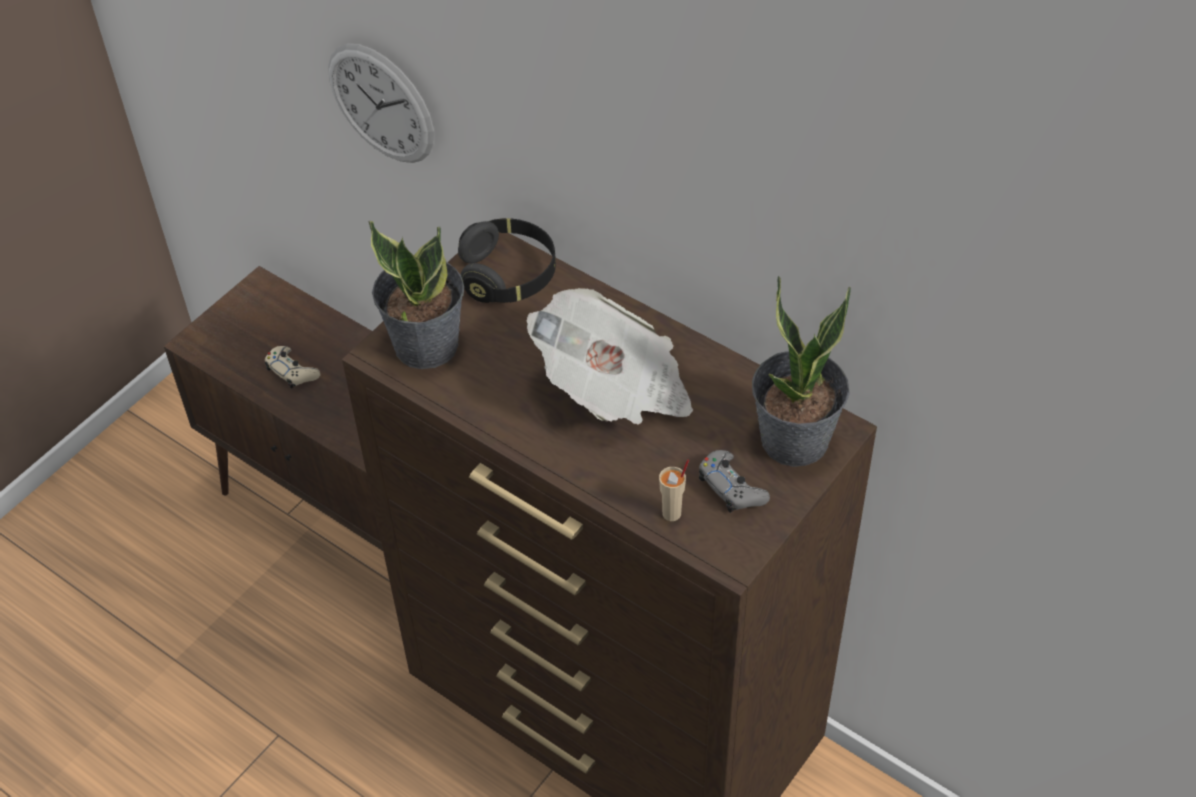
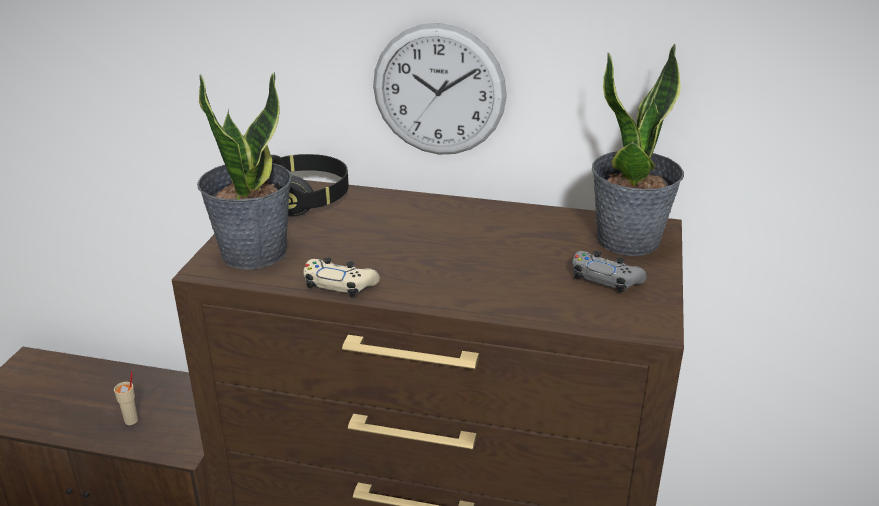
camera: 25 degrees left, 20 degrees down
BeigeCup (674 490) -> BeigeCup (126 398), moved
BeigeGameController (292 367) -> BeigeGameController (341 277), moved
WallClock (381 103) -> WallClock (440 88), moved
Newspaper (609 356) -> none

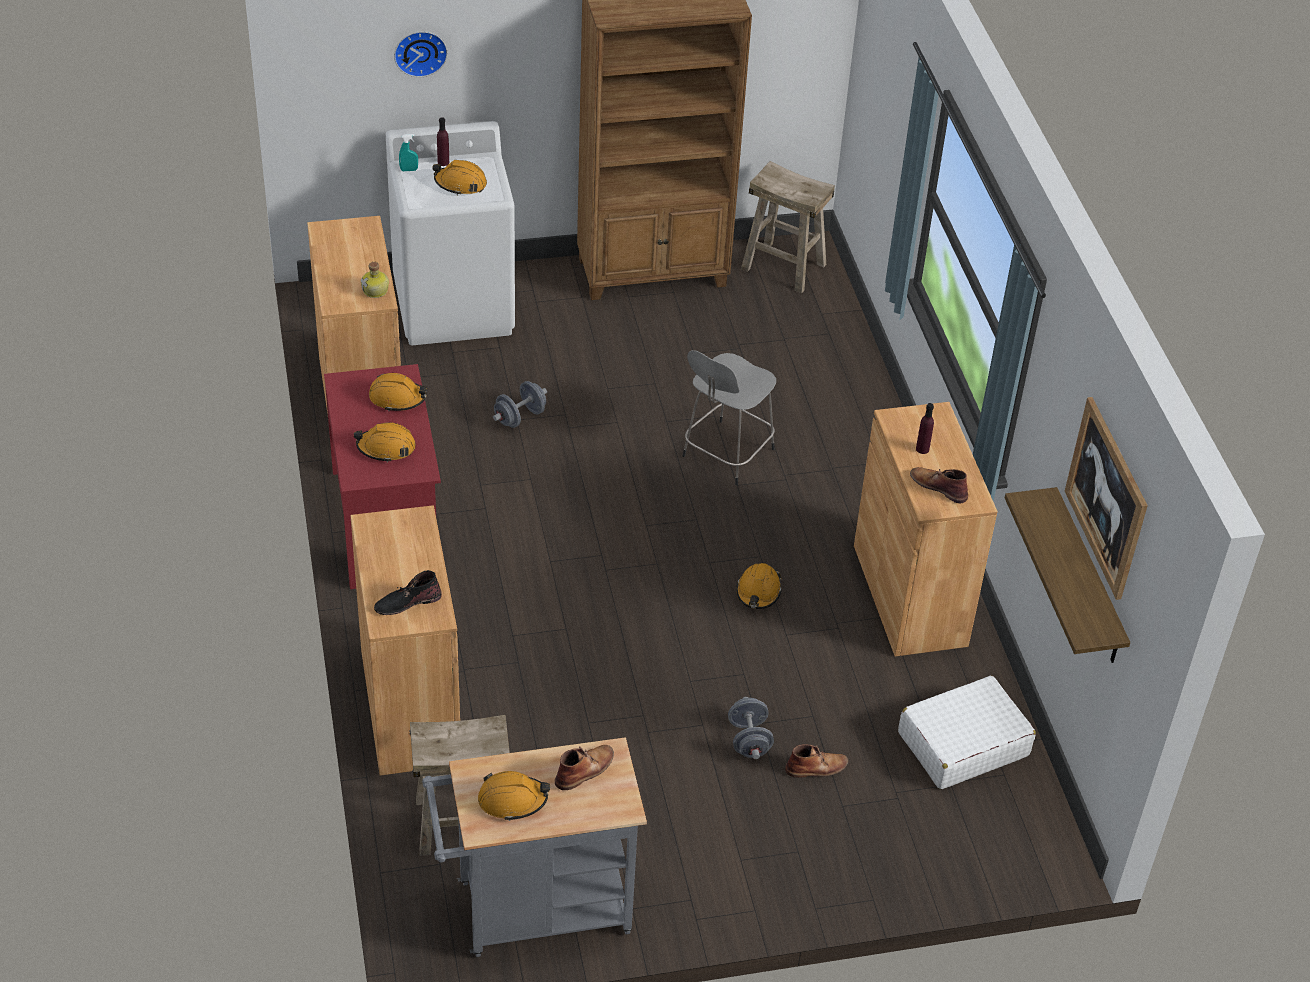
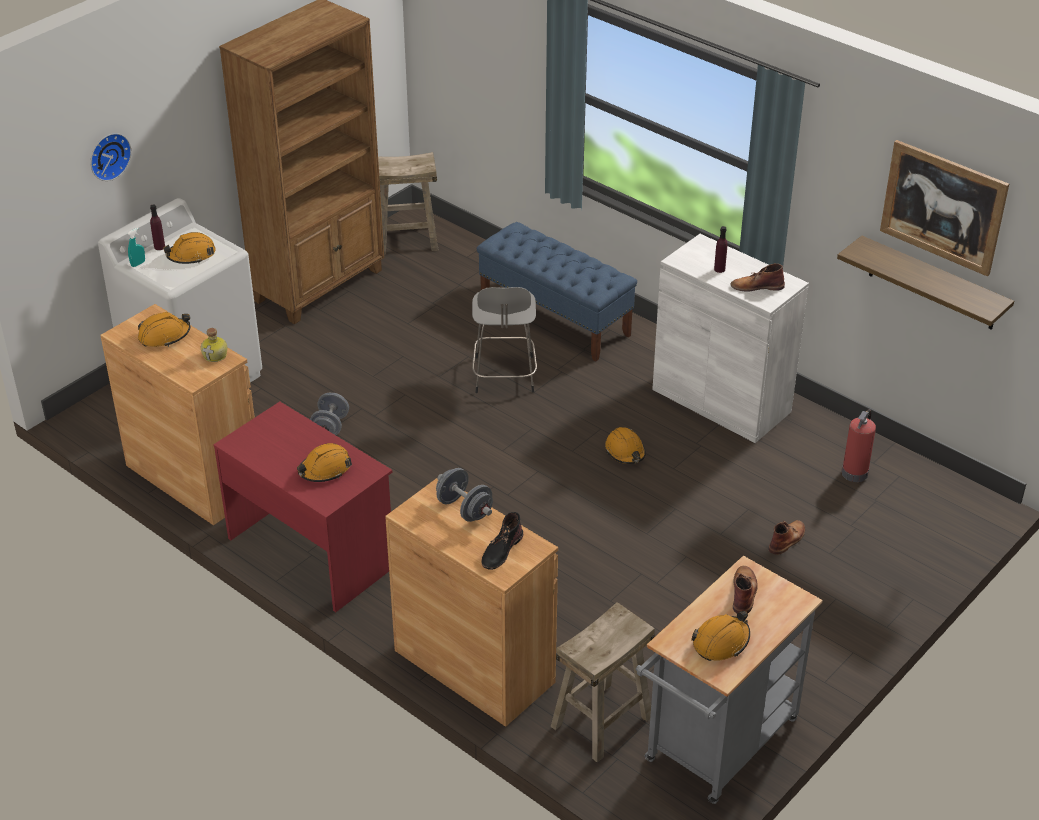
camera: 35 degrees left, 5 degrees down
OrangeHardHat (398 392) -> OrangeHardHat (164 329), moved
GreyDumbbell (751 728) -> GreyDumbbell (464 495), moved
none -> BlueBench (557 291)
BrownCabinet (926 529) -> WhiteCabinet (730 338)
WhiteSuitcase (967 732) -> FireExtinguisher (859 445)

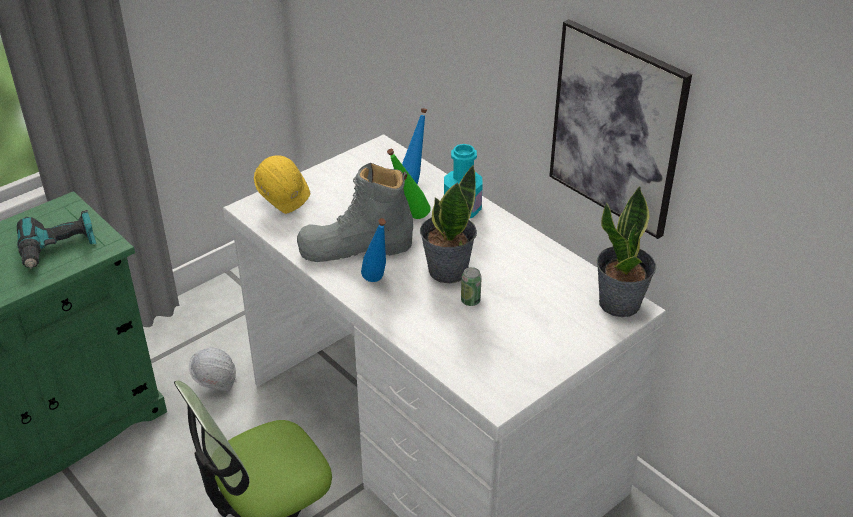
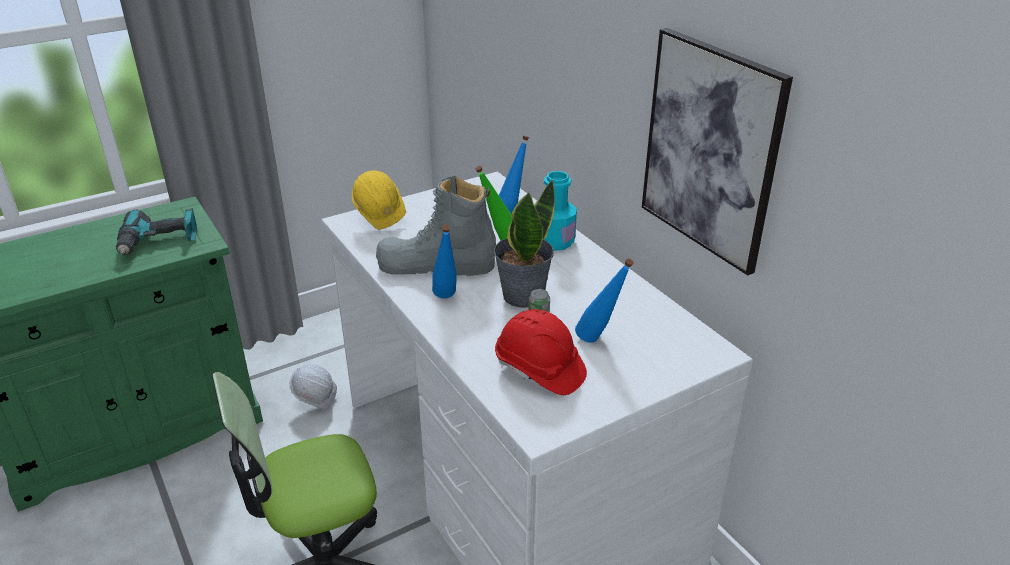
camera: 10 degrees right, 5 degrees down
none -> RedHardHat (541 352)
none -> BlueBottle (604 301)
PottedPlant (626 251) -> none

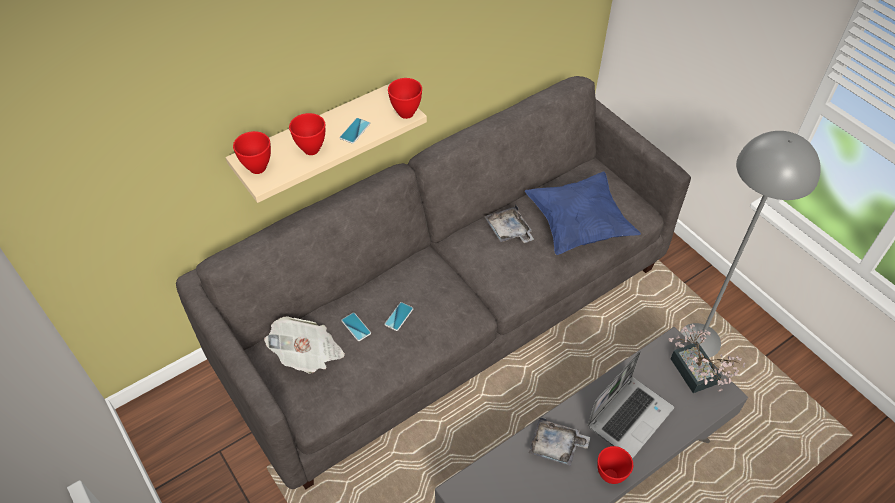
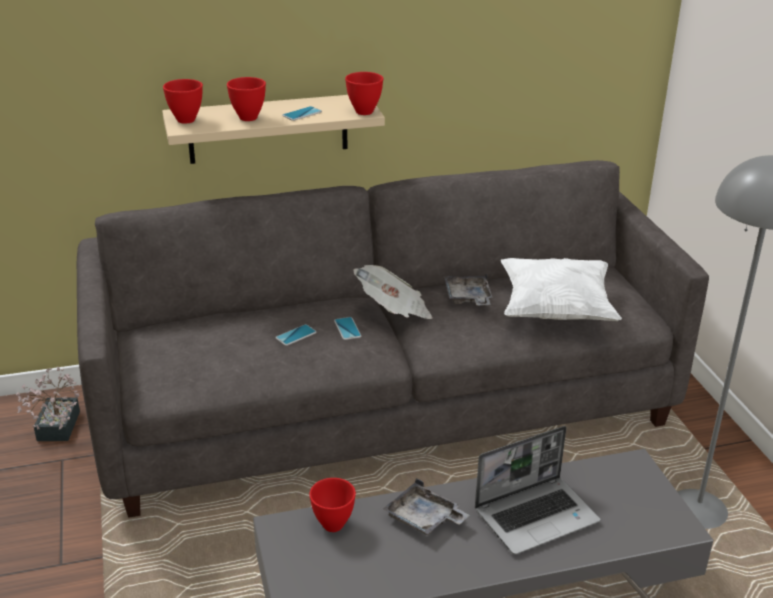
camera: 20 degrees right, 20 degrees down
PottedPlant (707 358) -> PottedPlant (48 404), moved
RedBowl (615 465) -> RedBowl (332 505), moved
Phone (356 327) -> Phone (347 328), moved
Newspaper (304 345) -> Newspaper (393 292), moved
BluePillow (583 213) -> WhitePillow (561 289)

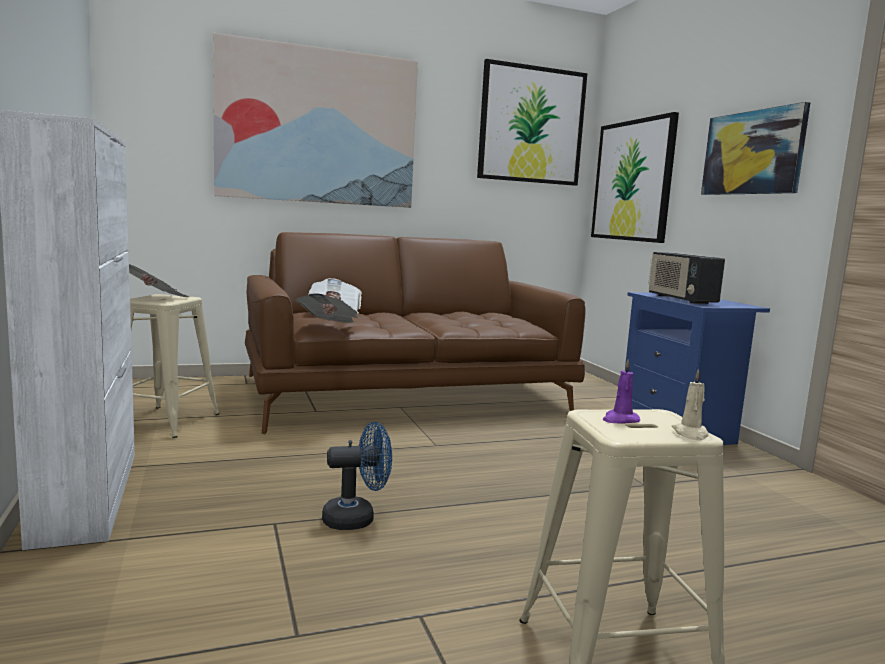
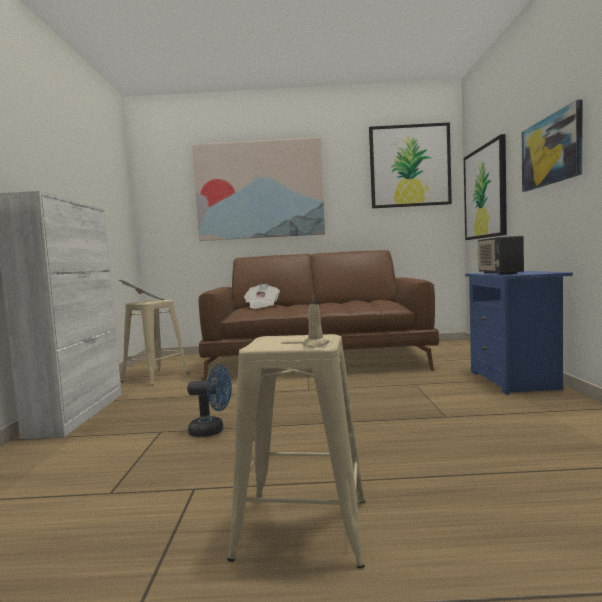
camera: 20 degrees right, 5 degrees down
Newspaper (326 308) -> none
PurpleCandle (621 391) -> none

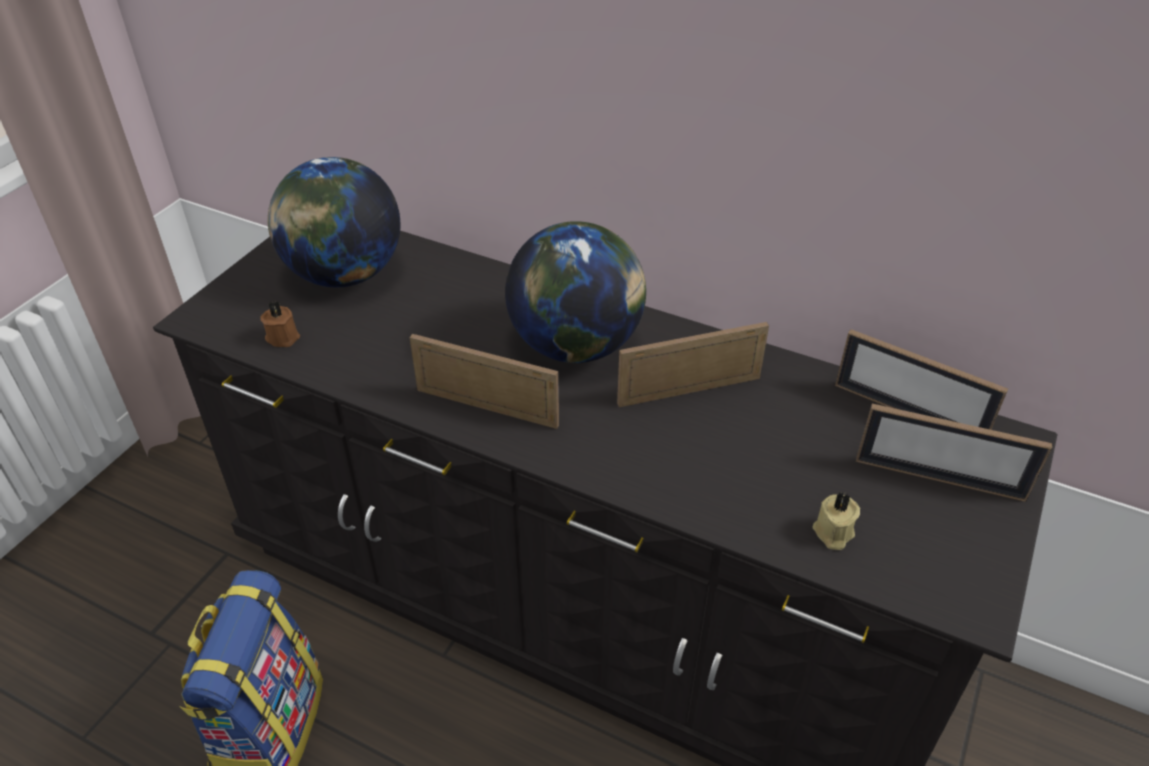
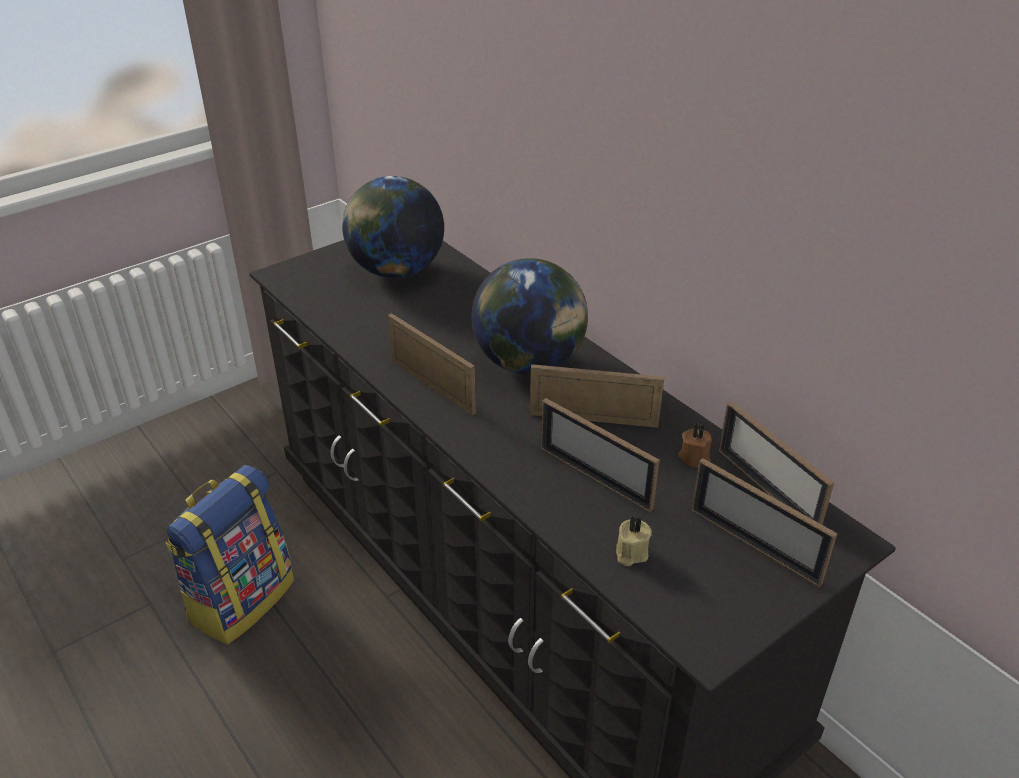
camera: 25 degrees right, 5 degrees down
none -> PictureFrame (600 455)
BrownCandle (280 324) -> BrownCandle (695 446), moved

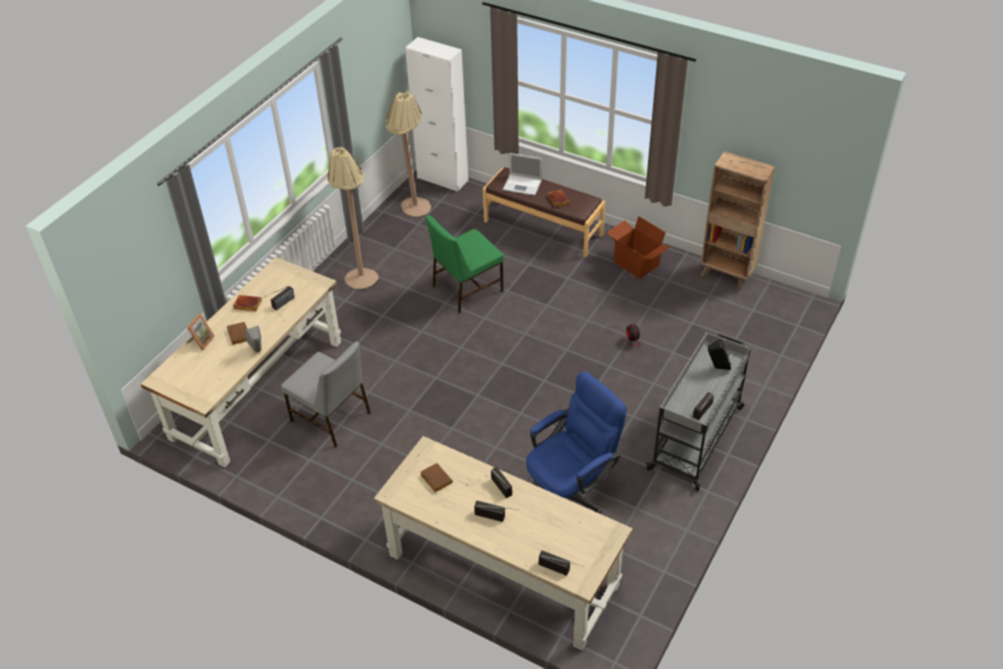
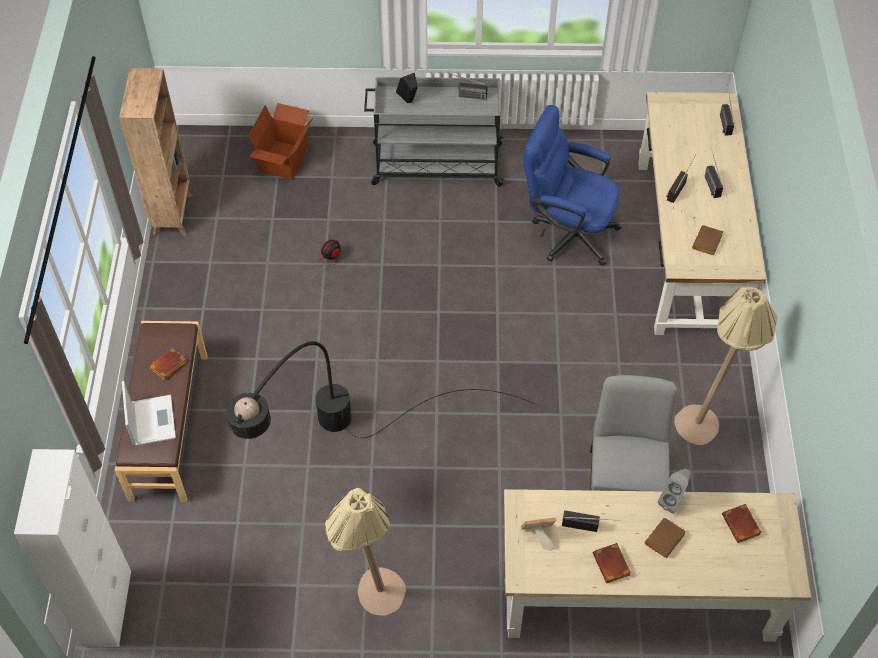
camera: 120 degrees left, 10 degrees up
GreenChair (465 264) -> BlackFloorLamp (381 390)
CardboardBox (639 247) -> CardboardBox (280 141), moved
PictureFrame (200 331) -> PictureFrame (538 534), moved
BeigeFloorLamp (408 153) -> BeigeFloorLamp (726 366), moved
none -> BrownBook (742 523)

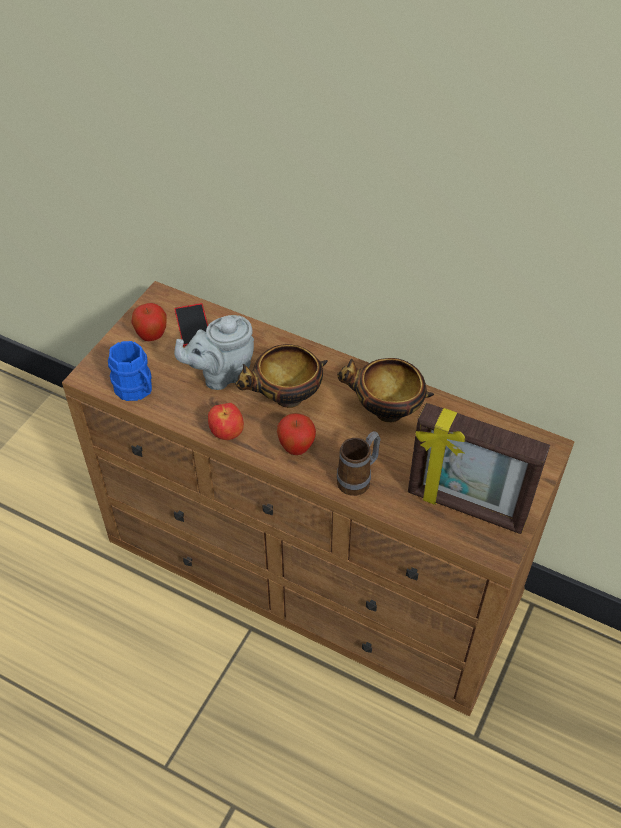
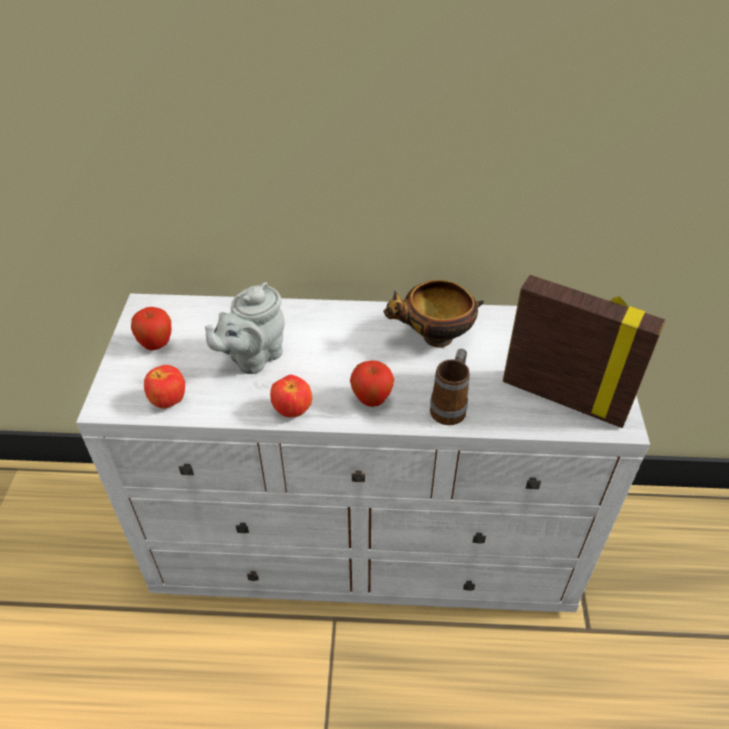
camera: 25 degrees left, 5 degrees down
BrownDresser (318 499) -> WhiteDresser (363 453)
BlueMug (130 371) -> Apple (164 386)
PictureFrame (479 468) -> PictureFrame (584 351), 150 degrees counterclockwise
Phone (191 324) -> none
Bowl (281 376) -> none

